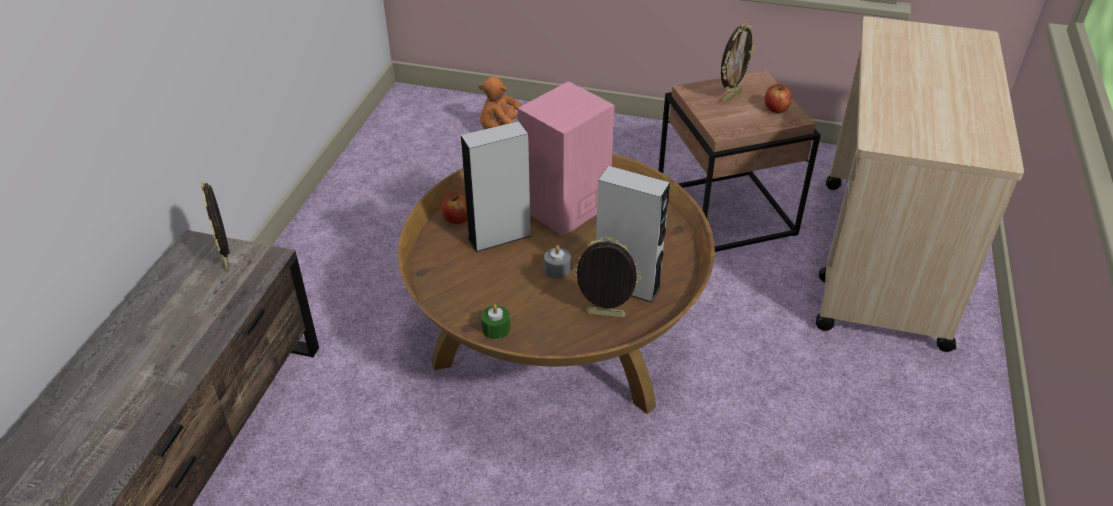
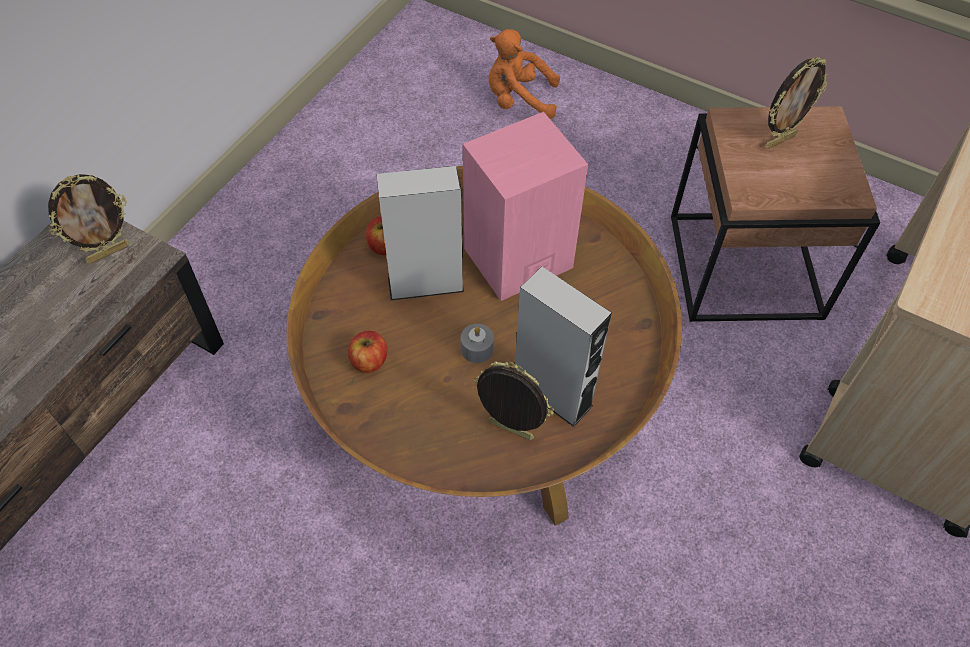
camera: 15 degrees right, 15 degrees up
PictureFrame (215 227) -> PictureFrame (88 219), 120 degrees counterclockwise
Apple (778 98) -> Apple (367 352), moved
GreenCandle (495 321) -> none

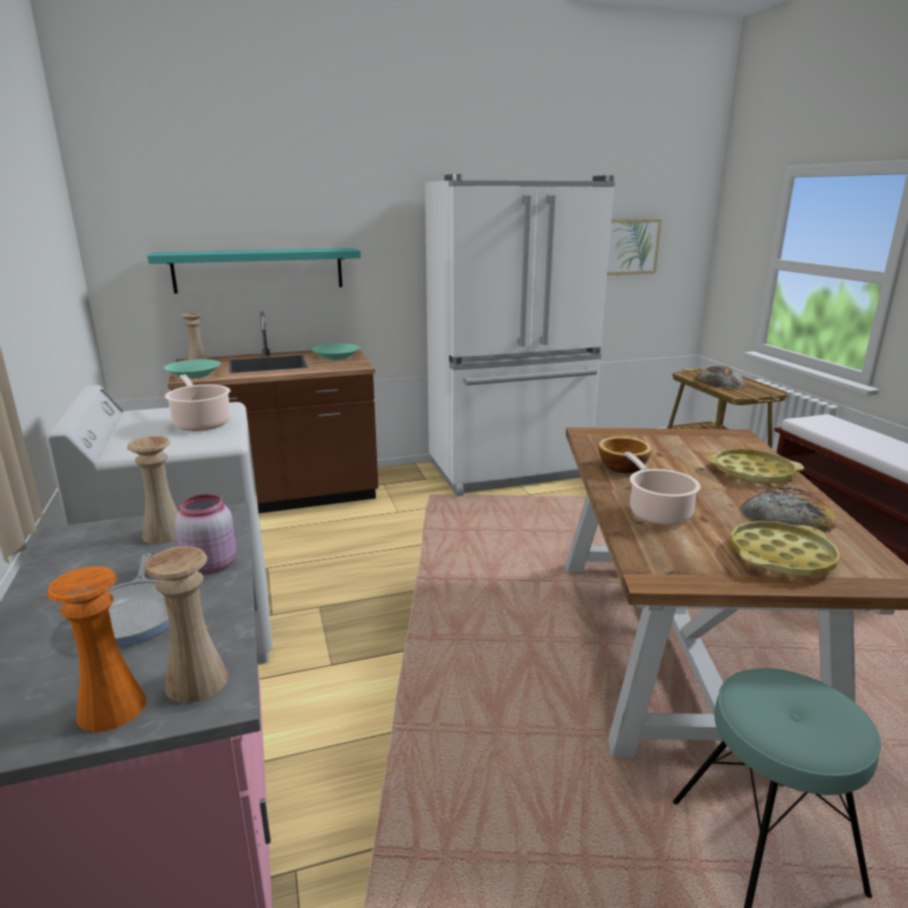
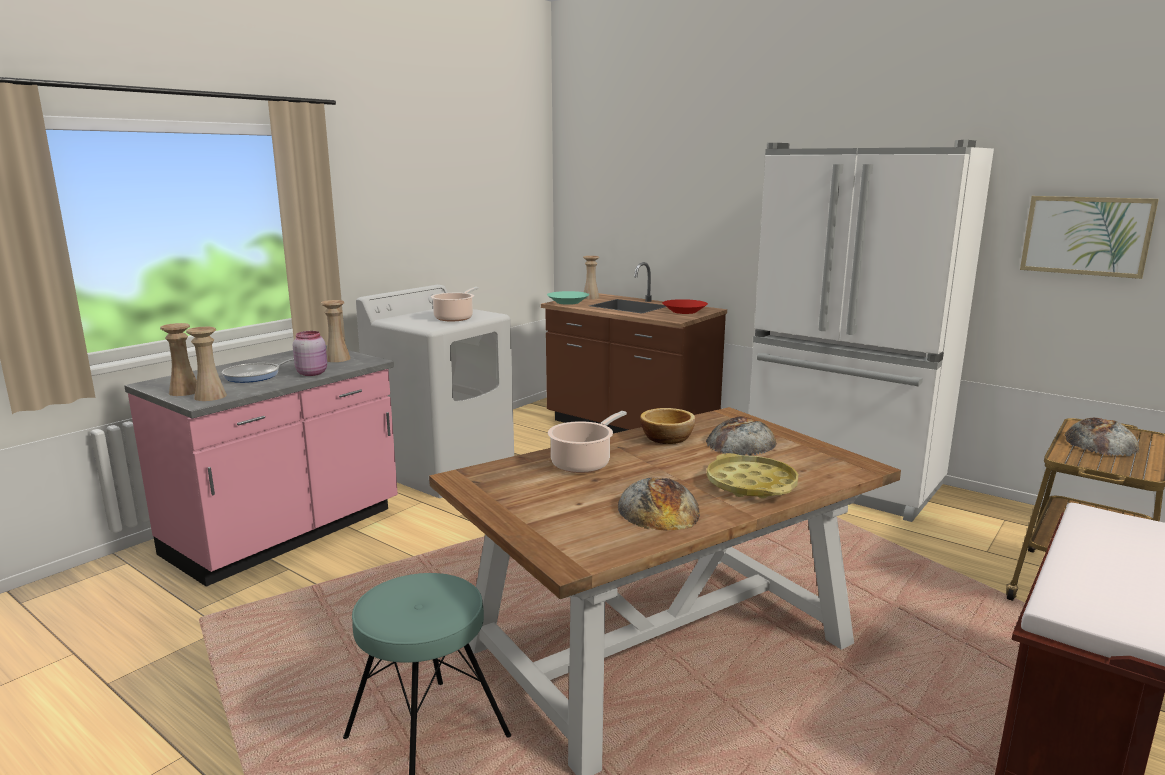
camera: 55 degrees right, 5 degrees down
OrangeVase (96 649) -> BeigeVase (178 359)
TurquoiseBowl (335 351) -> RedBowl (685 306)
none -> Bread (741 436)
TurquoiseShelf (254 271) -> none
YellowTray (785 549) -> none

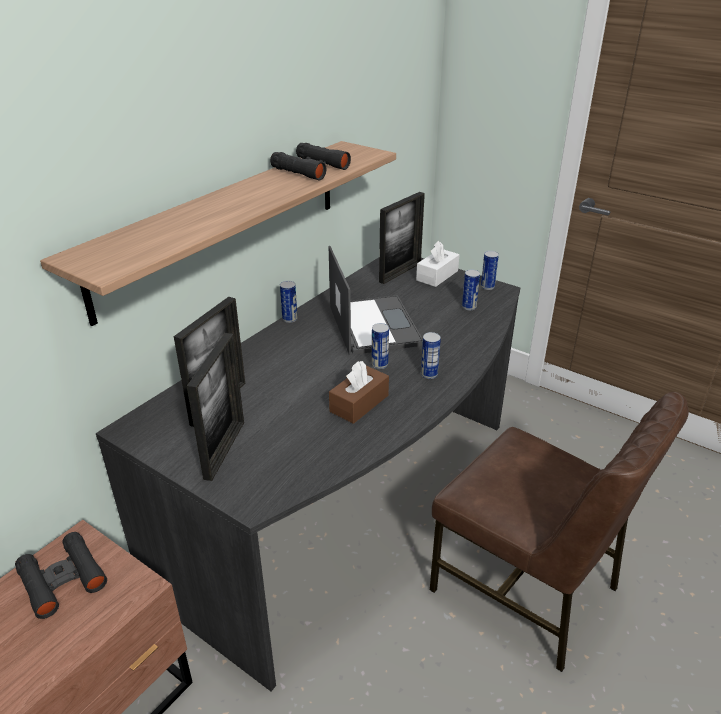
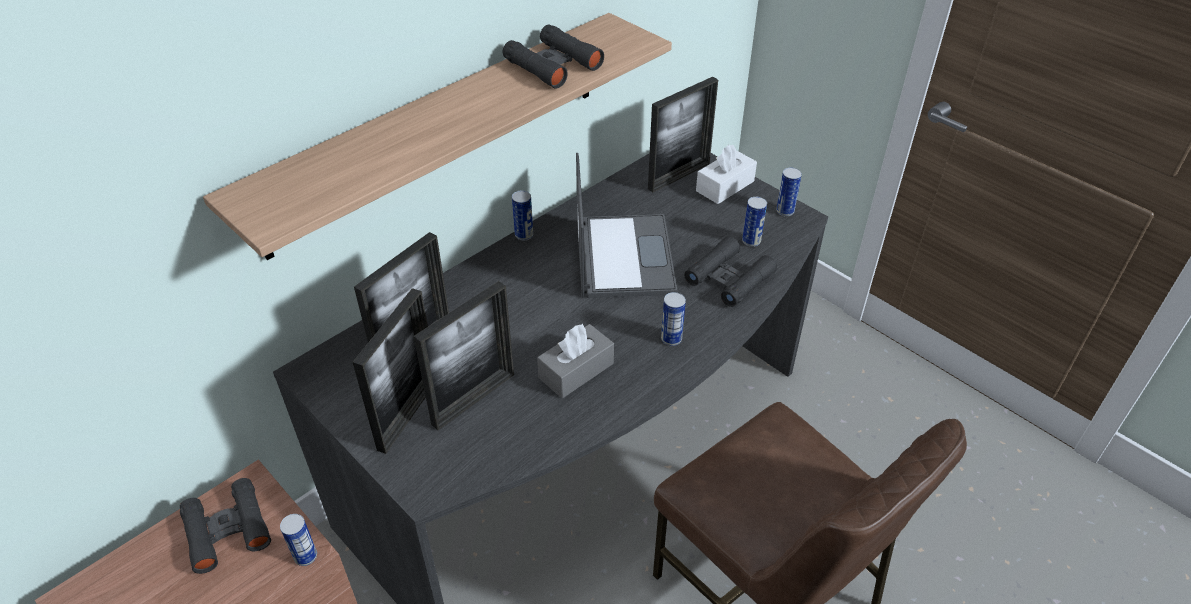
camera: 10 degrees right, 10 degrees up
Can (380 346) -> Can (298 540), moved
none -> PictureFrame (464 355)
BrownTissueBox (359 392) -> GreyTissueBox (575 360)
none -> BlackBinoculars (730 271)

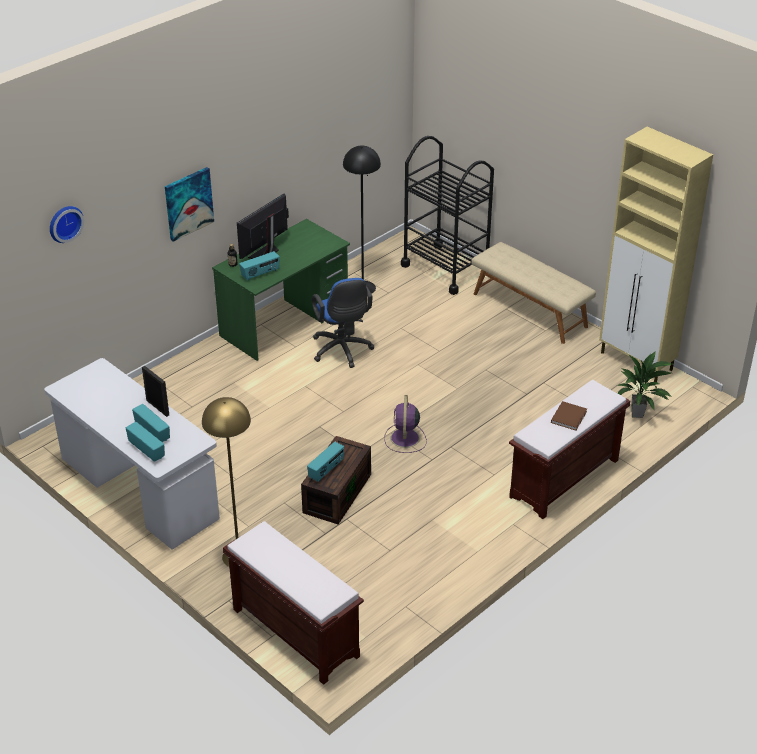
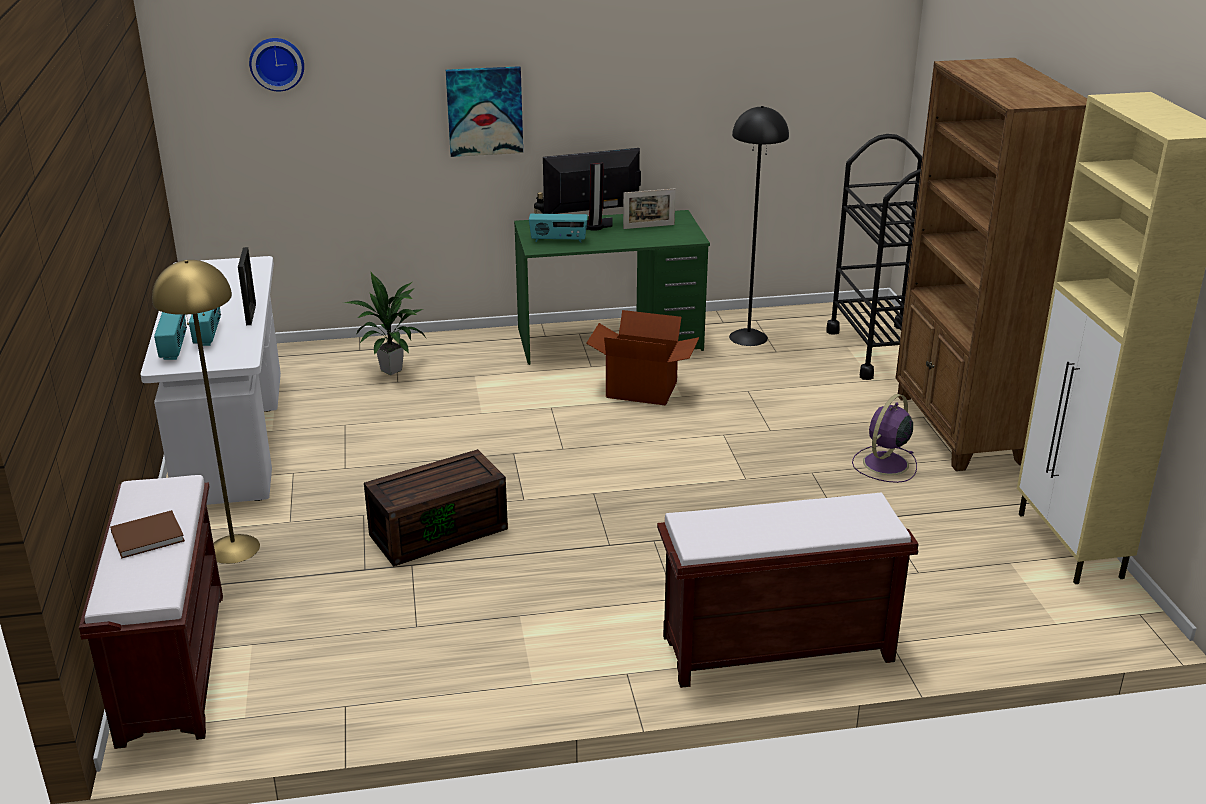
camera: 35 degrees right, 10 degrees down
BrownBook (569 416) -> BrownBook (147 534), moved
PottedPlant (645 384) -> PottedPlant (385 323), moved
BlueOfficeChair (343 323) -> CardboardBox (642 358)
none -> PictureFrame (649 209)
PurpleFan (405 424) -> PurpleFan (884 438), moved
BeigeBench (534 293) -> BrownBookcase (991 264)
Radio (325 462) -> none

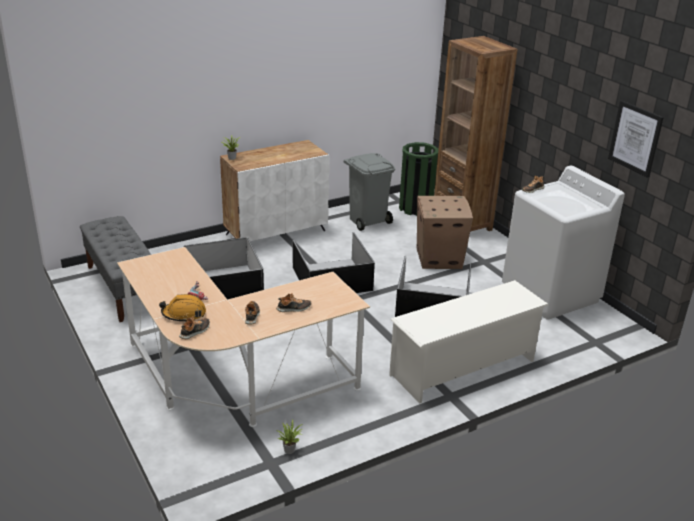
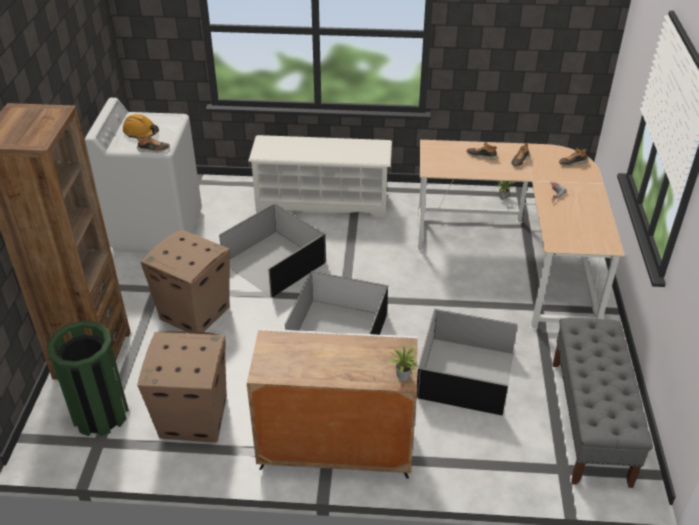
camera: 145 degrees left, 10 degrees up
OrangeHardHat (182 308) -> OrangeHardHat (141 126), moved
GreyTrashCan (370 192) -> CardboardBox (182 387)
Picture (635 139) -> none

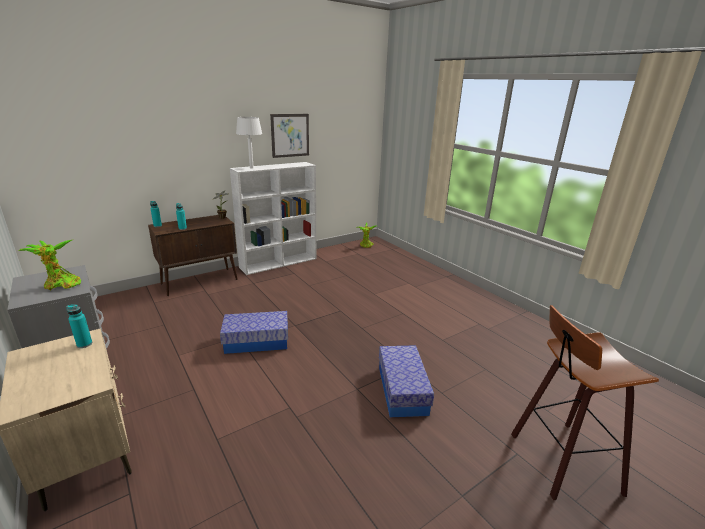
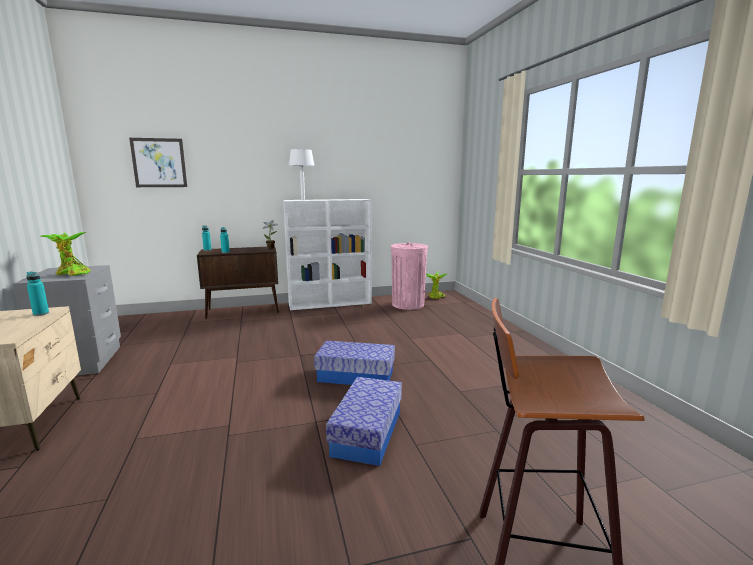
camera: 20 degrees right, 10 degrees down
Picture (289 136) -> Picture (158 162), moved
StorageBox (254 332) -> StorageBox (354 363), moved
none -> PinkTrashCan (409 276)

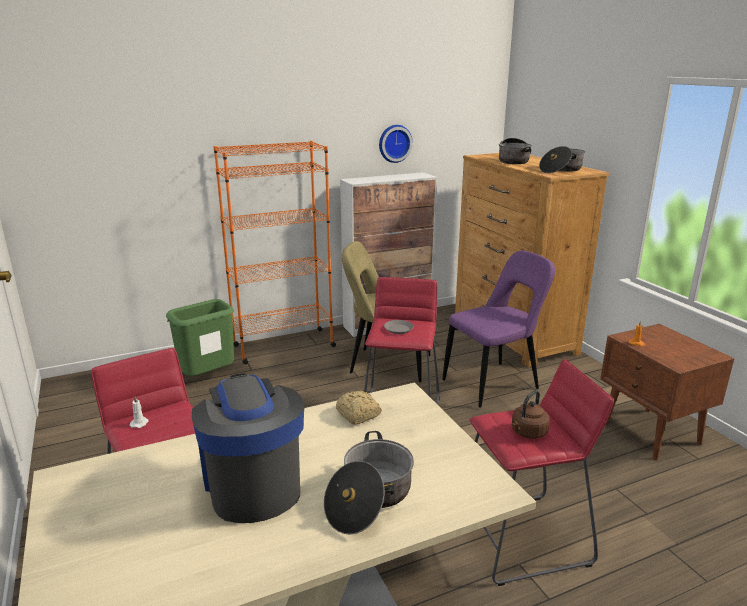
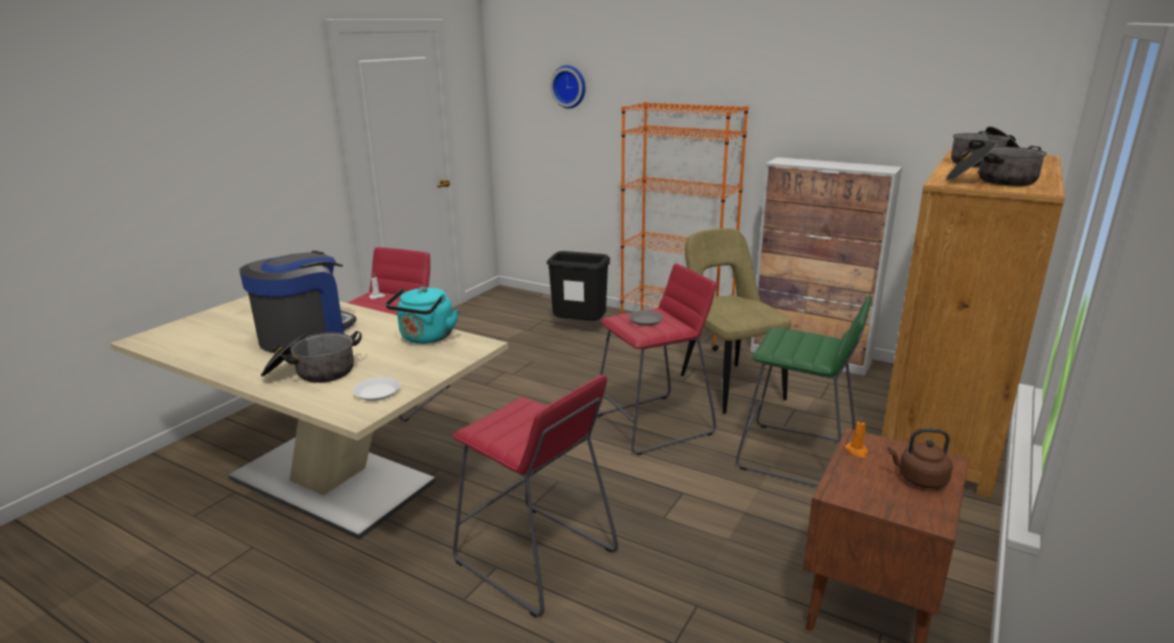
camera: 55 degrees right, 0 degrees up
none -> WhitePlate (376 389)
Bread (359 407) -> TurquoiseKettle (422 315)
GreenTrashCan (200 337) -> BlackTrashCan (578 286)
WallClock (396 144) -> WallClock (568 87), moved
PurpleChair (498 329) -> GreenStool (804 391)
BrownKettle (531 414) -> BrownKettle (920 458), moved

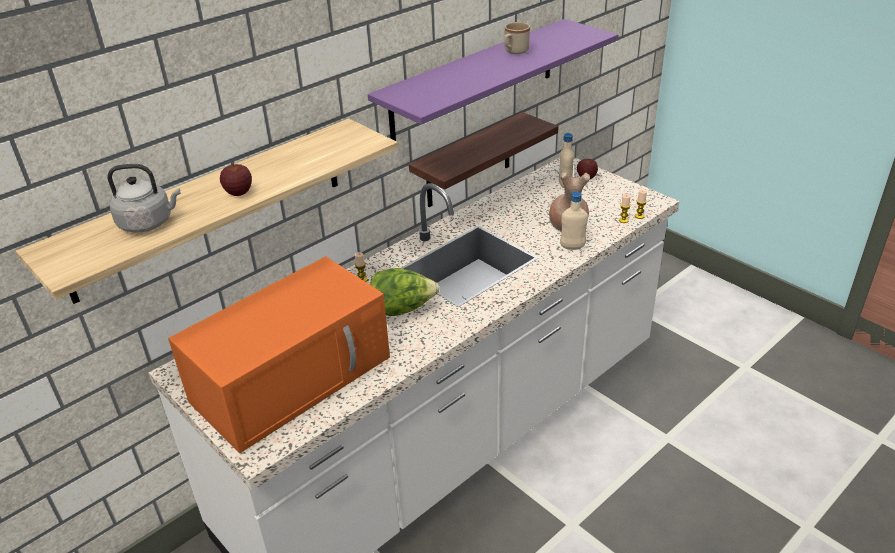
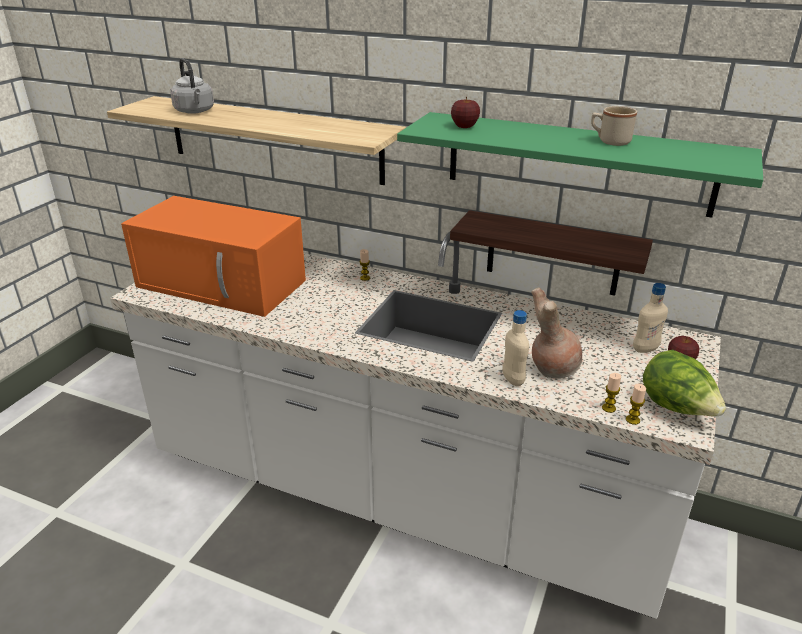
camera: 65 degrees right, 5 degrees down
PurpleShelf (493 80) -> GreenShelf (580 165)
Apple (236 180) -> Apple (465 112), moved
Lettuce (404 292) -> Lettuce (684 382), moved

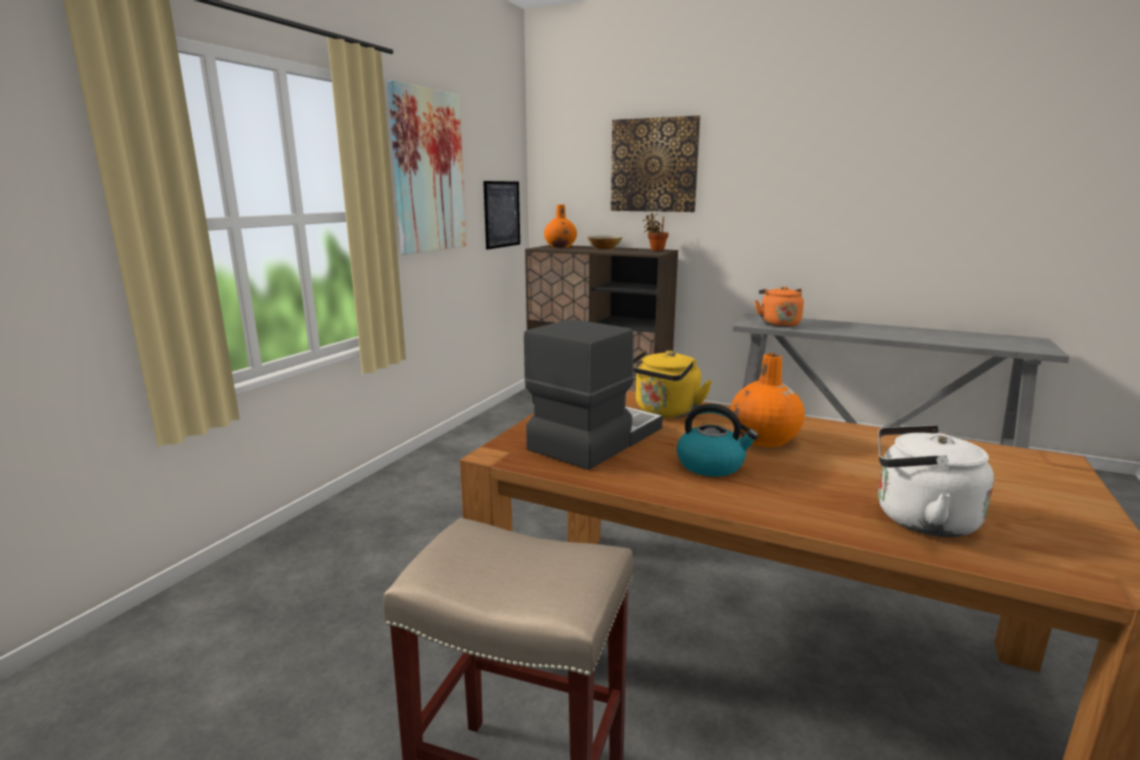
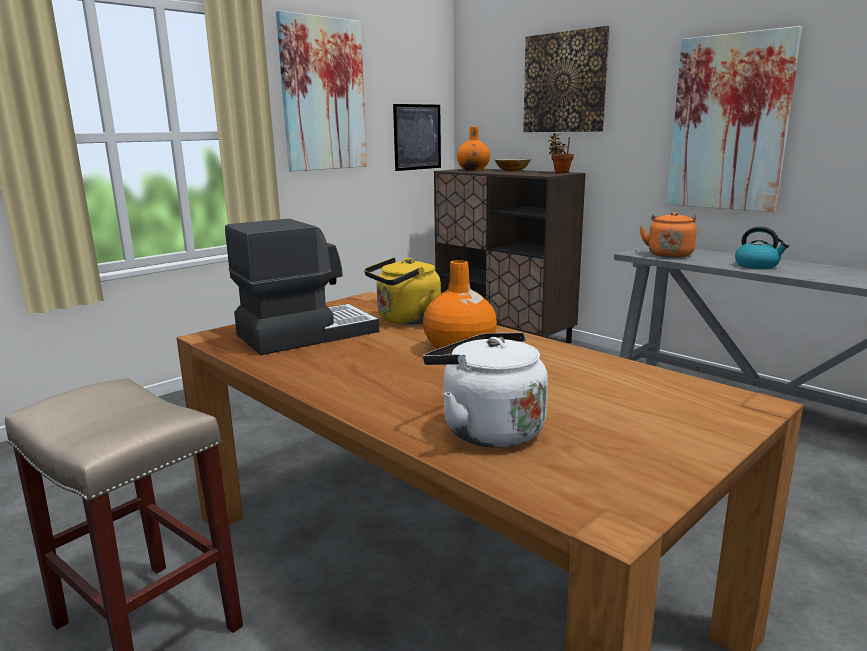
camera: 20 degrees right, 0 degrees up
none -> Picture (734 119)
Kettle (718 440) -> Kettle (762 248), moved

